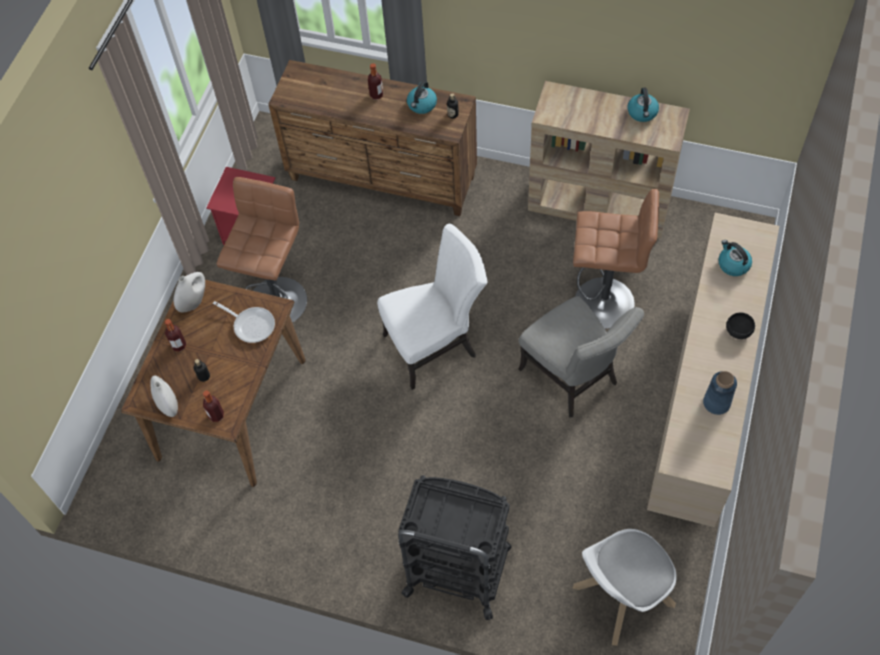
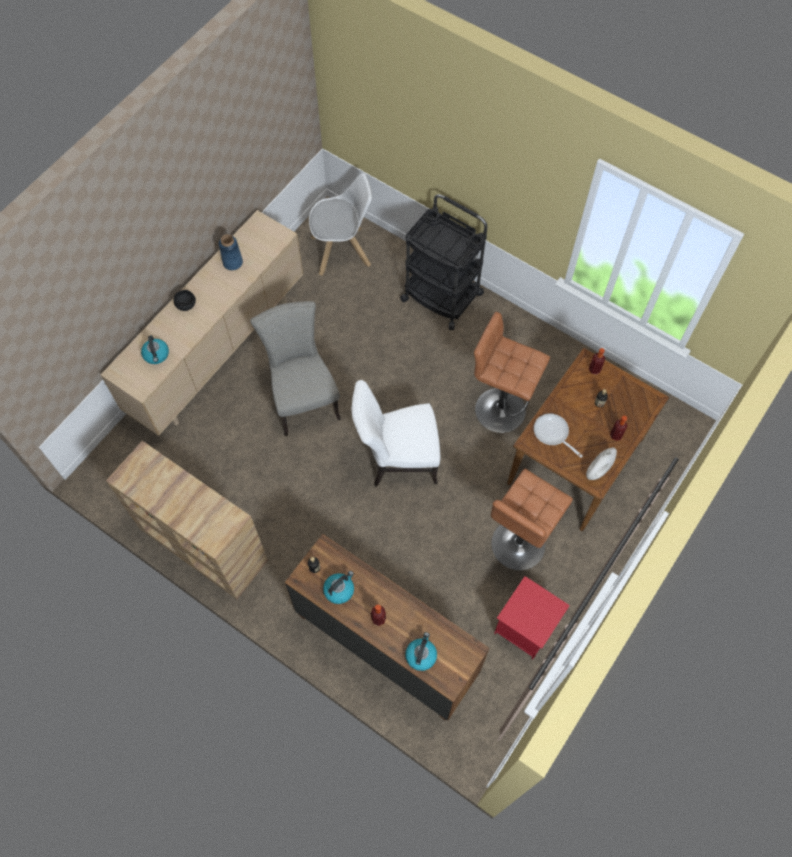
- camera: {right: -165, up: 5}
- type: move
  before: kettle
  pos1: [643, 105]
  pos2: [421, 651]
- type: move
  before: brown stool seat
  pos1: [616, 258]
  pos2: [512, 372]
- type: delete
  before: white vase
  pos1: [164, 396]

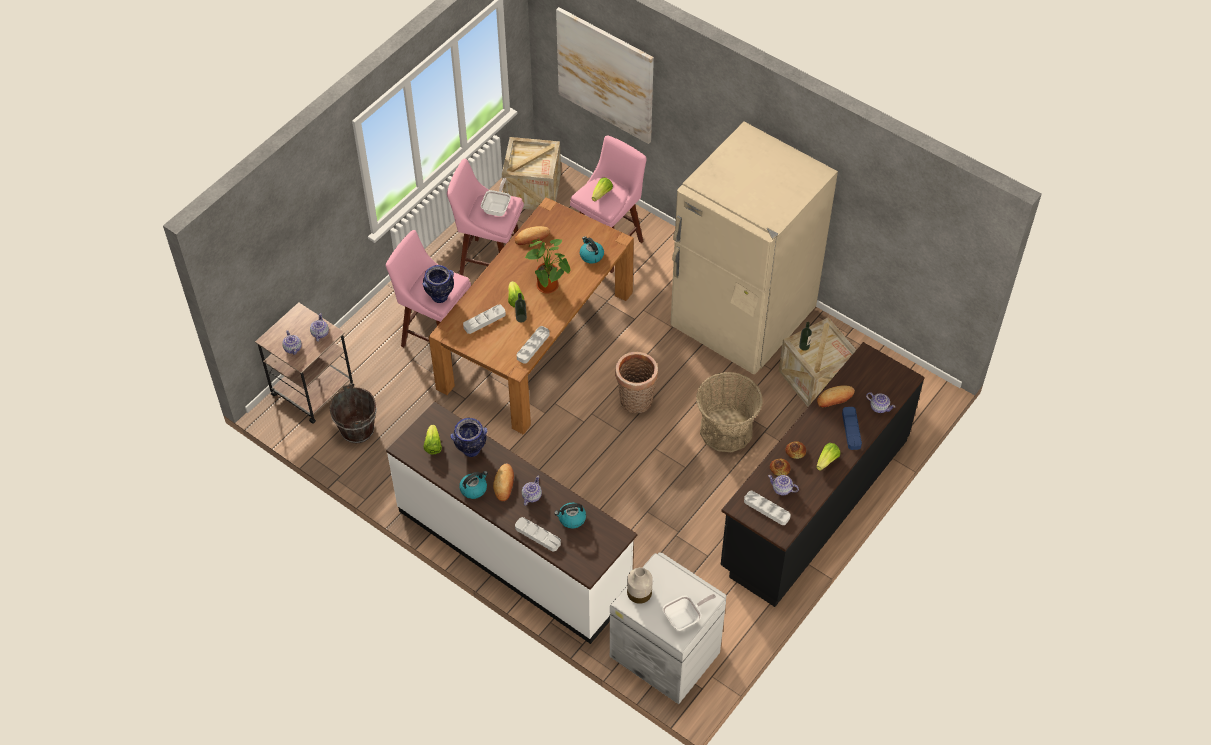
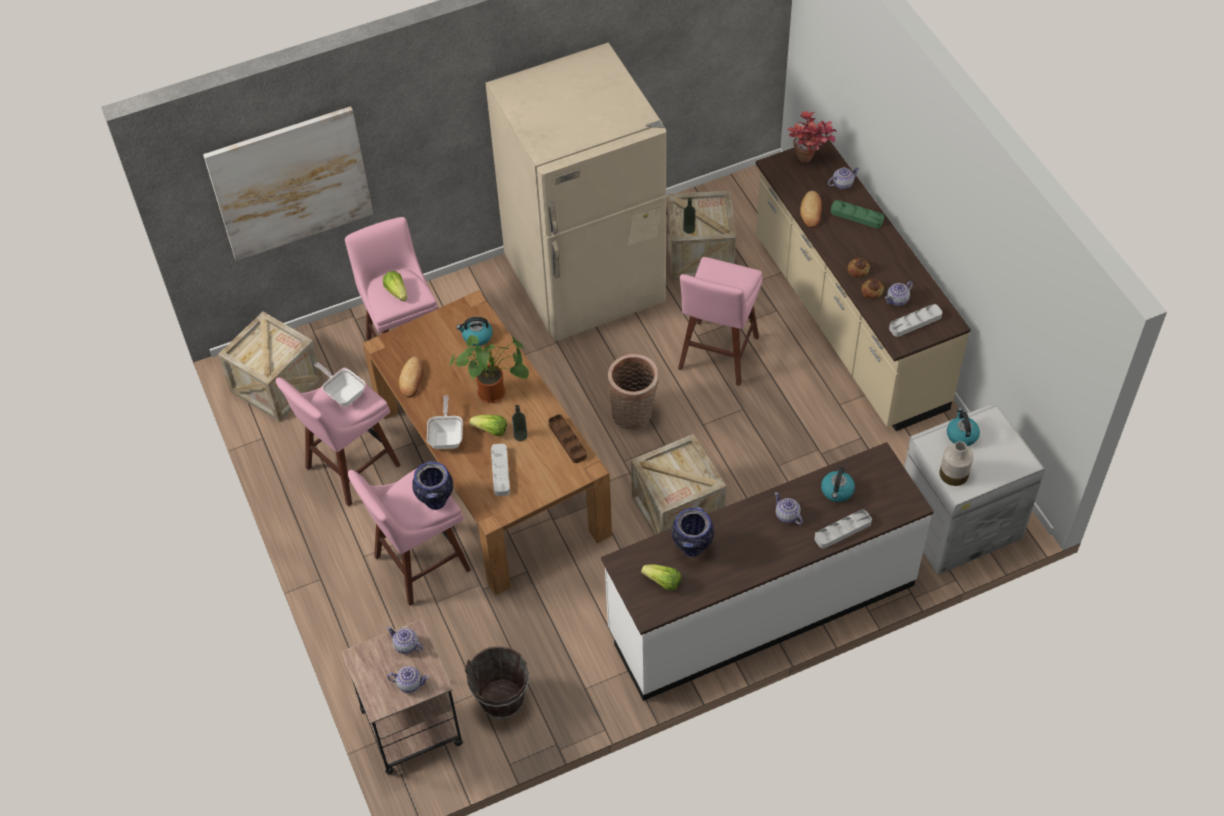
- camera: {right: -60, up: 0}
- type: recolor
  before: greyish carrying tray
  after: brown carrying tray
  pos1: [533, 345]
  pos2: [567, 439]
- type: recolor
  before: black kitchen counter
  after: beige-coloured kitchen counter
  pos1: [823, 474]
  pos2: [863, 284]
- type: replace
  before: basket
  after: pink-coloured stool seat
  pos1: [729, 412]
  pos2: [720, 321]
- type: recolor
  before: bluish carrying tray
  after: green carrying tray
  pos1: [852, 428]
  pos2: [857, 214]
- type: delete
  before: lettuce
  pos1: [828, 457]
- type: delete
  before: bread
  pos1: [503, 482]
- type: move
  before: kettle
  pos1: [473, 485]
  pos2: [963, 427]
- type: move
  before: frying pan
  pos1: [689, 612]
  pos2: [445, 422]
- type: insert
  after: houseplant
  pos2: [812, 137]
- type: insert
  after: shipping crate
  pos2: [678, 484]

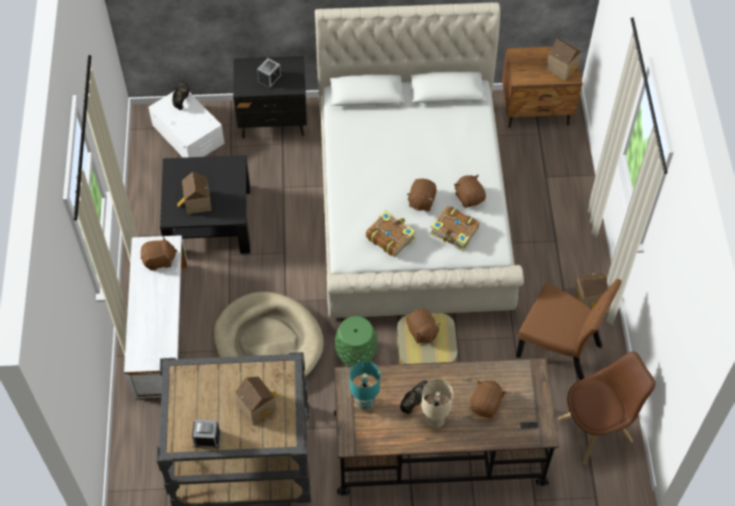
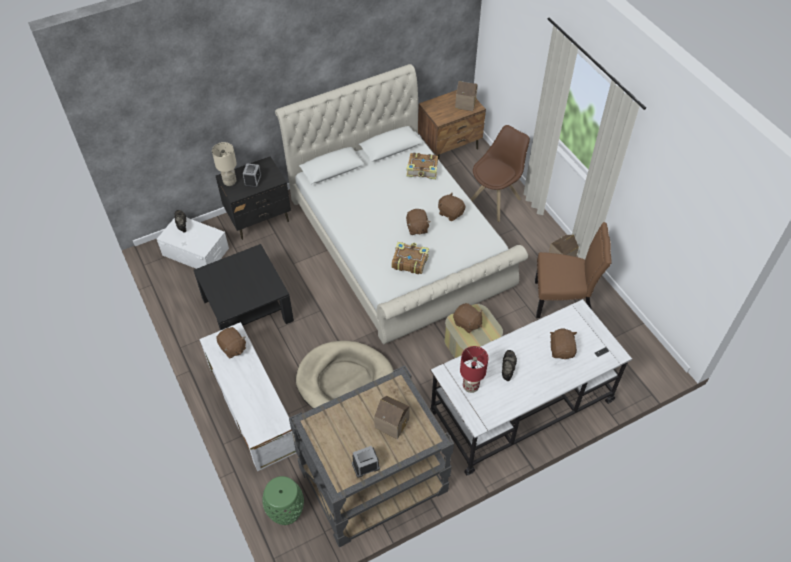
- camera: {right: -25, up: -5}
- type: delete
  before: miniature house
  pos1: [194, 193]
- type: move
  before: volume
  pos1: [454, 228]
  pos2: [422, 165]
- type: rotate
  before: brown cuddly toy
  pos1: [159, 253]
  pos2: [231, 342]
  turn: 90
- type: move
  before: green stool seat
  pos1: [356, 341]
  pos2: [283, 500]
- type: move
  before: brown plain chair
  pos1: [607, 408]
  pos2: [500, 173]
- type: recolor
  before: brown desk table
  after: white desk table
  pos1: [446, 427]
  pos2: [531, 387]
- type: recolor
  before: blue-green lamp for a table
  after: red-coloured lamp for a table
  pos1: [365, 386]
  pos2: [474, 369]
- type: move
  before: beige-coloured lamp for a table
  pos1: [437, 404]
  pos2: [224, 164]

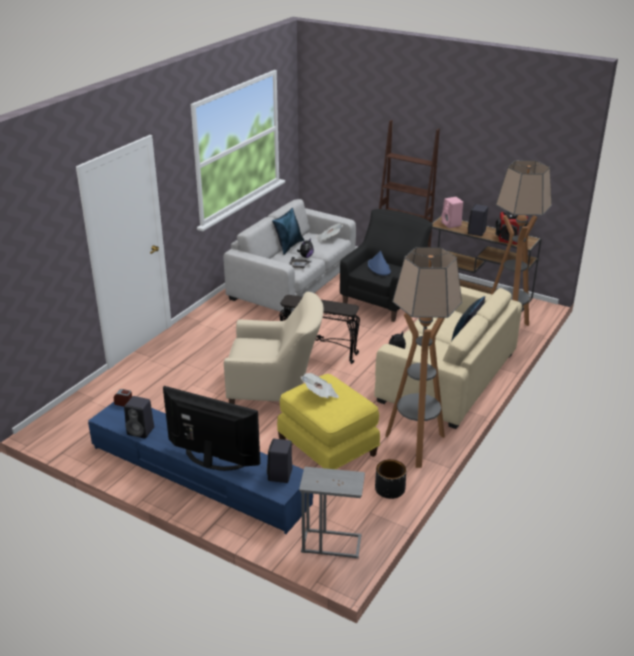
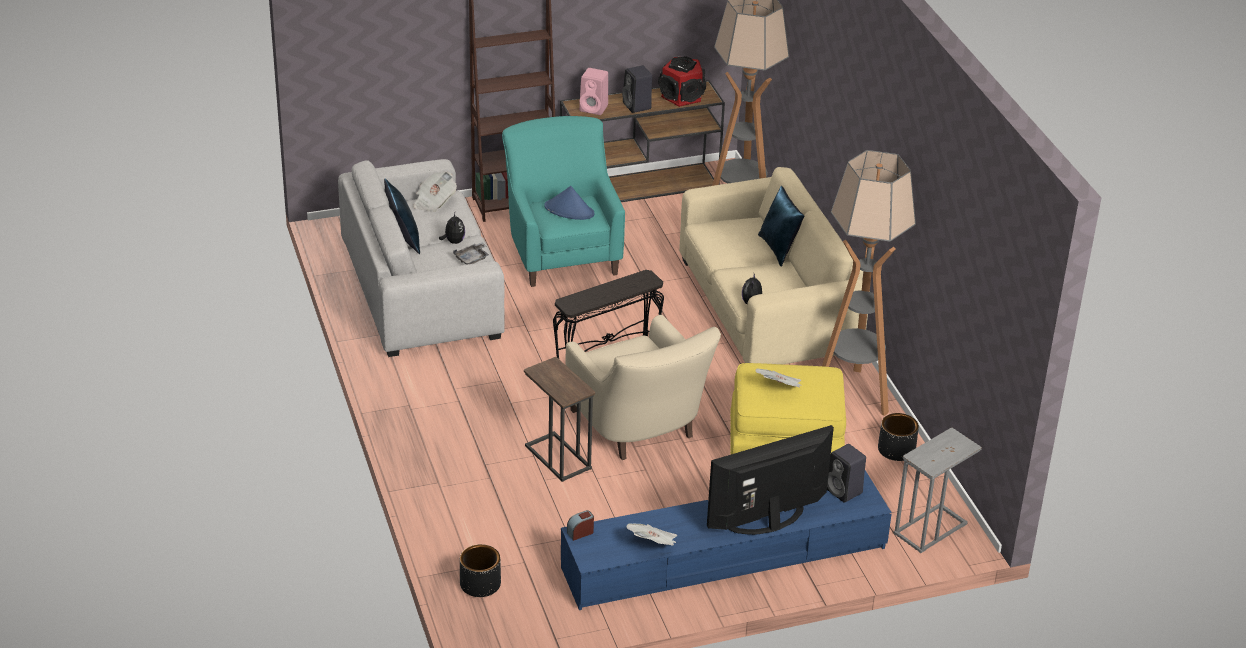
- camera: {right: -50, up: 5}
- type: recolor
  before: black armchair
  after: blue-green armchair
  pos1: [386, 265]
  pos2: [563, 201]
- type: rotate
  before: beige-coloured armchair
  pos1: [274, 348]
  pos2: [643, 387]
  turn: 105
- type: replace
  before: black audio speaker
  after: newspaper
  pos1: [139, 417]
  pos2: [651, 534]
- type: insert
  after: brown end table
  pos2: [559, 419]
- type: insert
  after: black plant pot
  pos2: [480, 570]

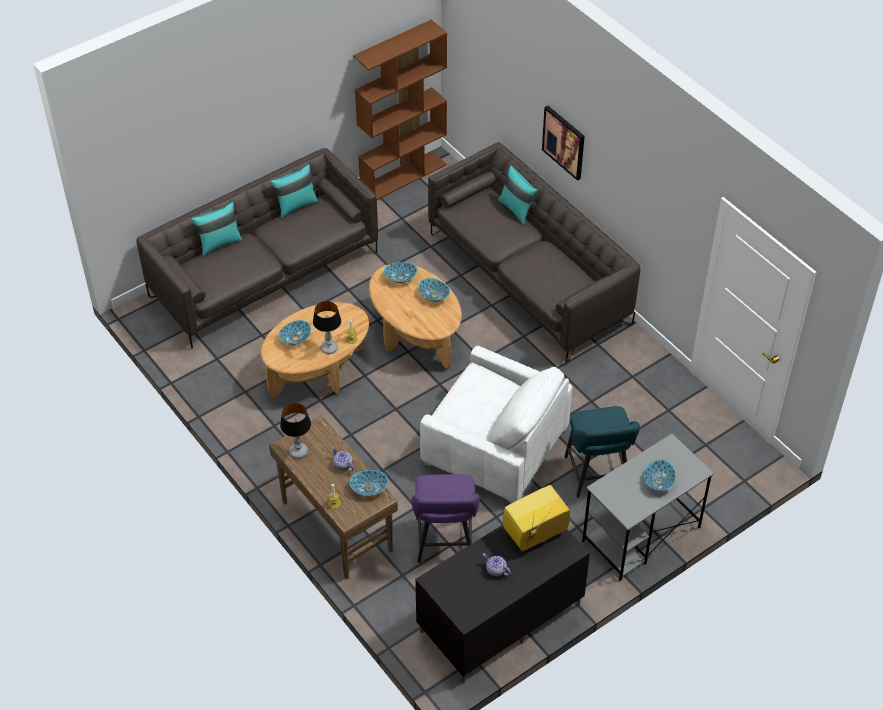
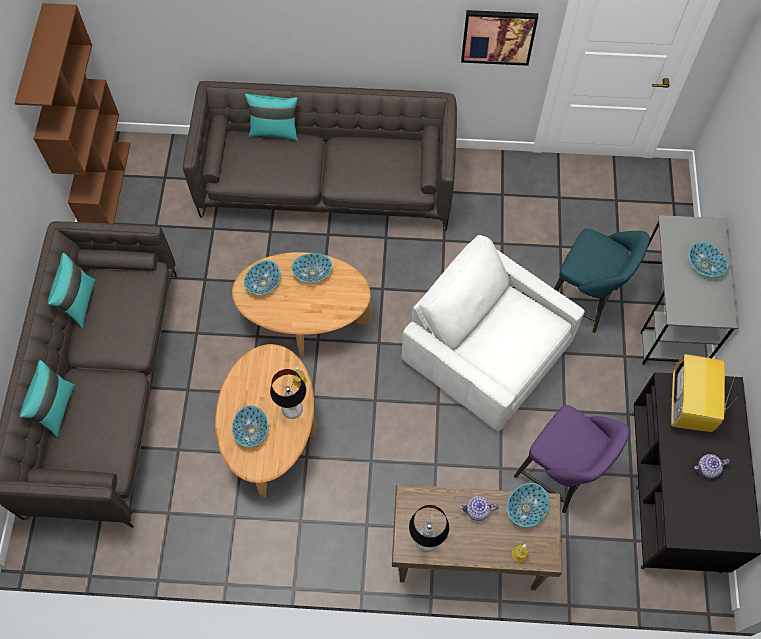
- camera: {right: -50, up: 15}
- type: move
  before: wall art
  pos1: [563, 143]
  pos2: [499, 38]
- type: rotate
  before: white armchair
  pos1: [496, 424]
  pos2: [493, 333]
  turn: -120

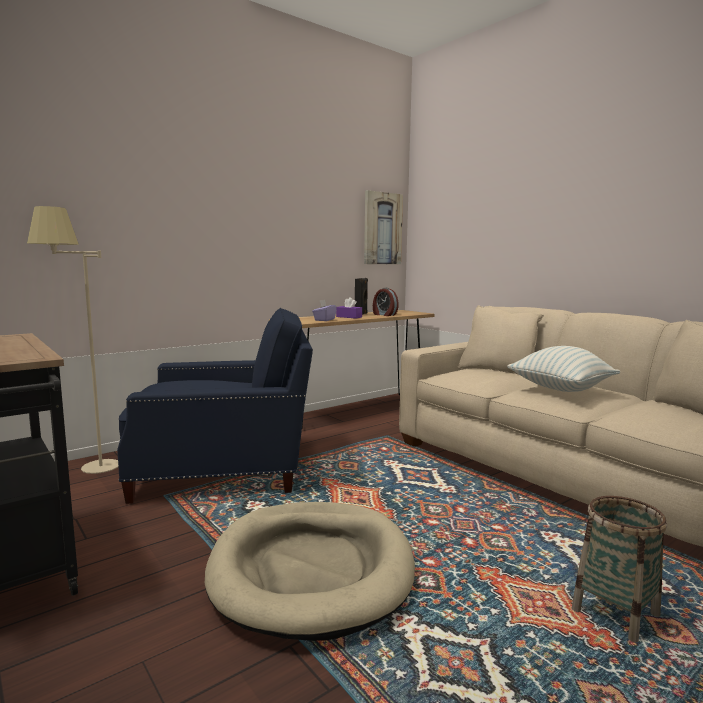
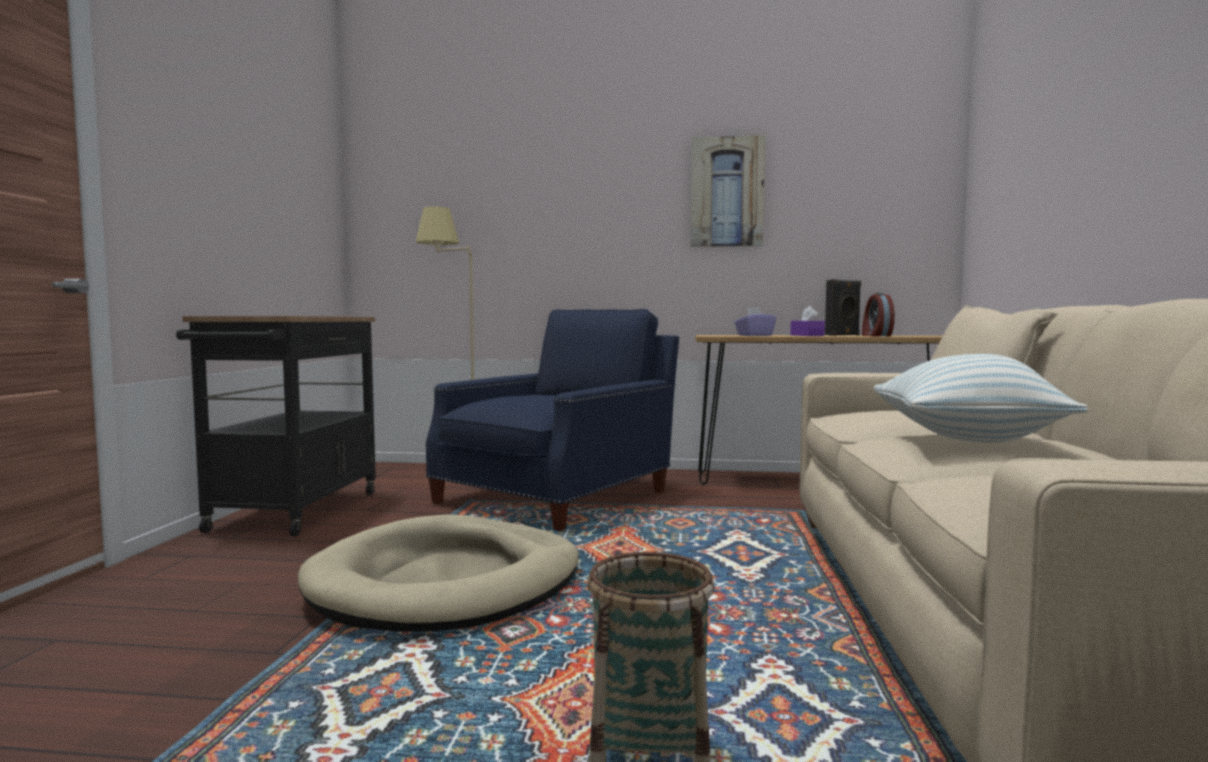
- camera: {right: 45, up: -5}
- type: move
  before: wall art
  pos1: [383, 227]
  pos2: [728, 191]
- type: rotate
  before: bluish armchair
  pos1: [215, 406]
  pos2: [552, 420]
  turn: -90

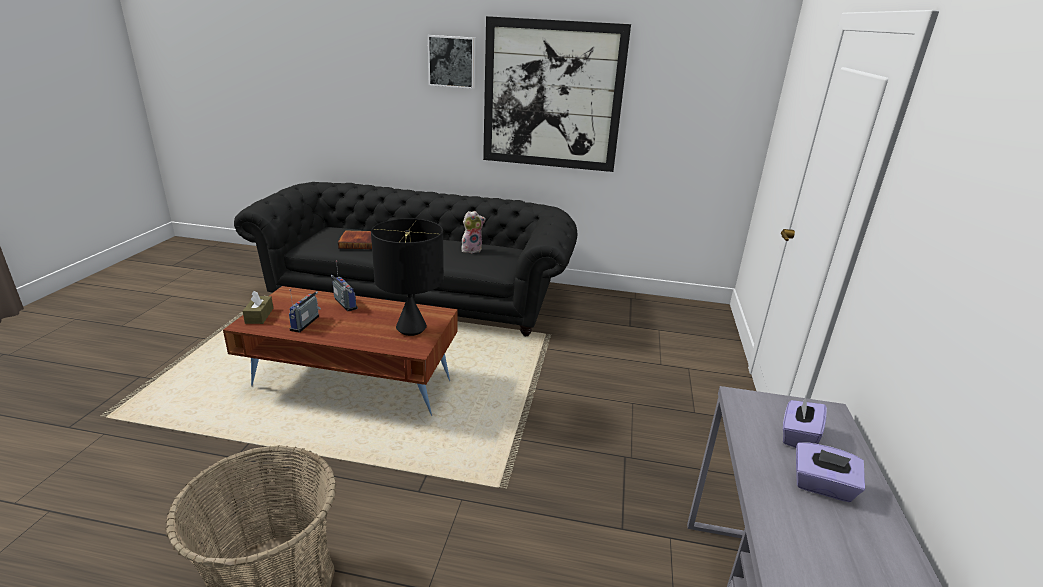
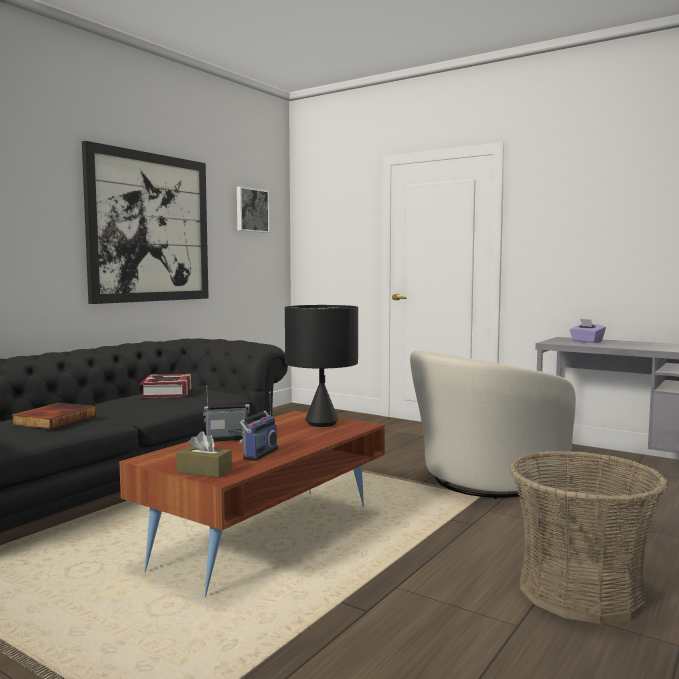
- camera: {right: -65, up: -20}
- type: move
  before: wall art
  pos1: [451, 62]
  pos2: [253, 209]
- type: replace
  before: cuddly toy
  after: volume
  pos1: [474, 232]
  pos2: [165, 386]
- type: rotate
  before: radio receiver
  pos1: [305, 311]
  pos2: [258, 426]
  turn: -105
- type: delete
  before: purplish box of tissues
  pos1: [830, 472]
- type: insert
  after: beige-coloured armchair
  pos2: [493, 425]

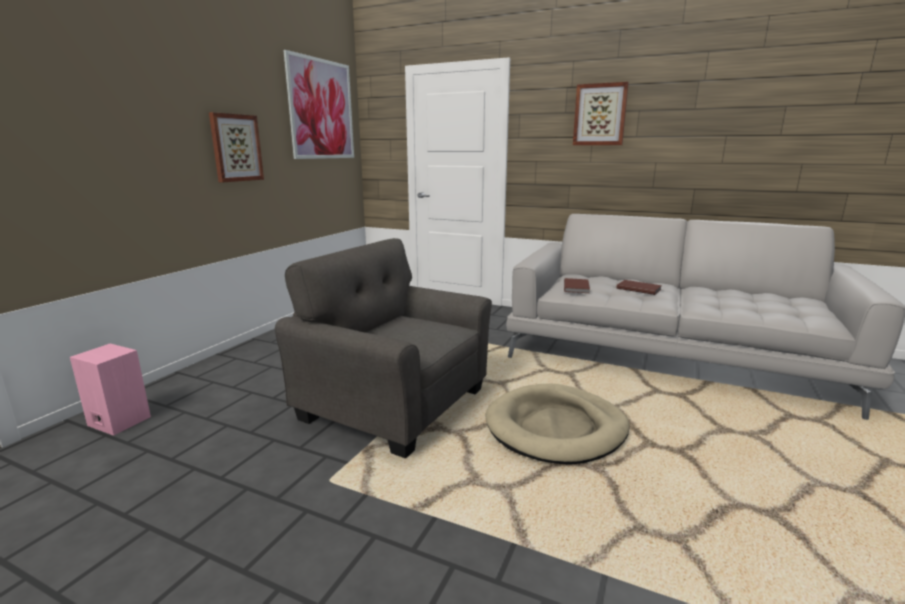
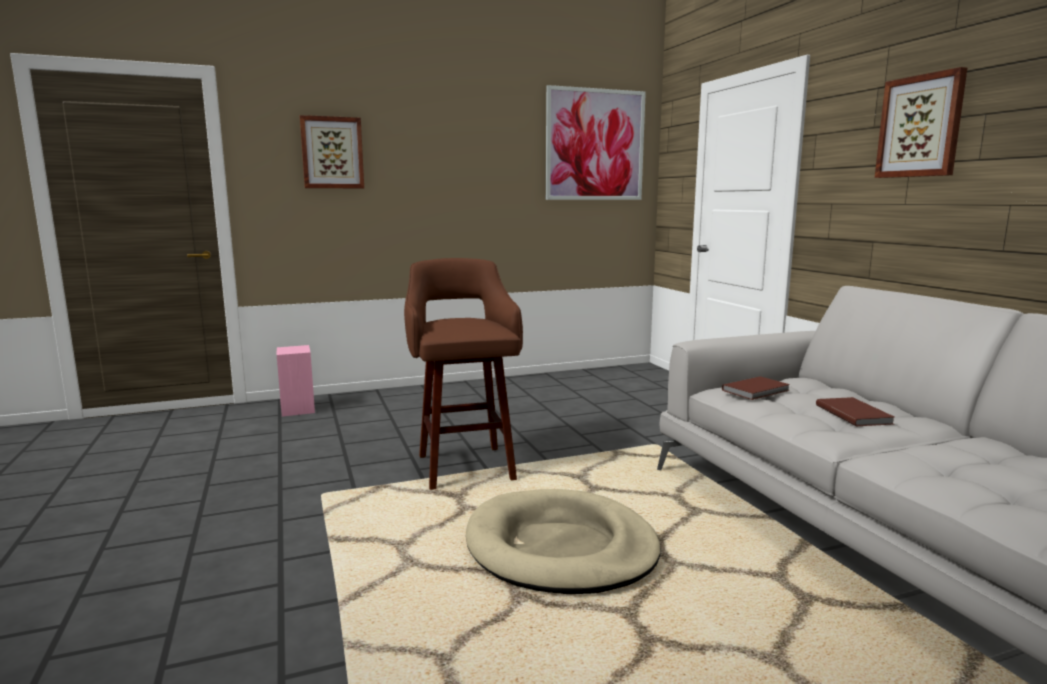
- camera: {right: 45, up: -5}
- type: move
  before: wall art
  pos1: [236, 147]
  pos2: [332, 151]
- type: replace
  before: greyish armchair
  after: brown stool seat
  pos1: [383, 348]
  pos2: [463, 374]

